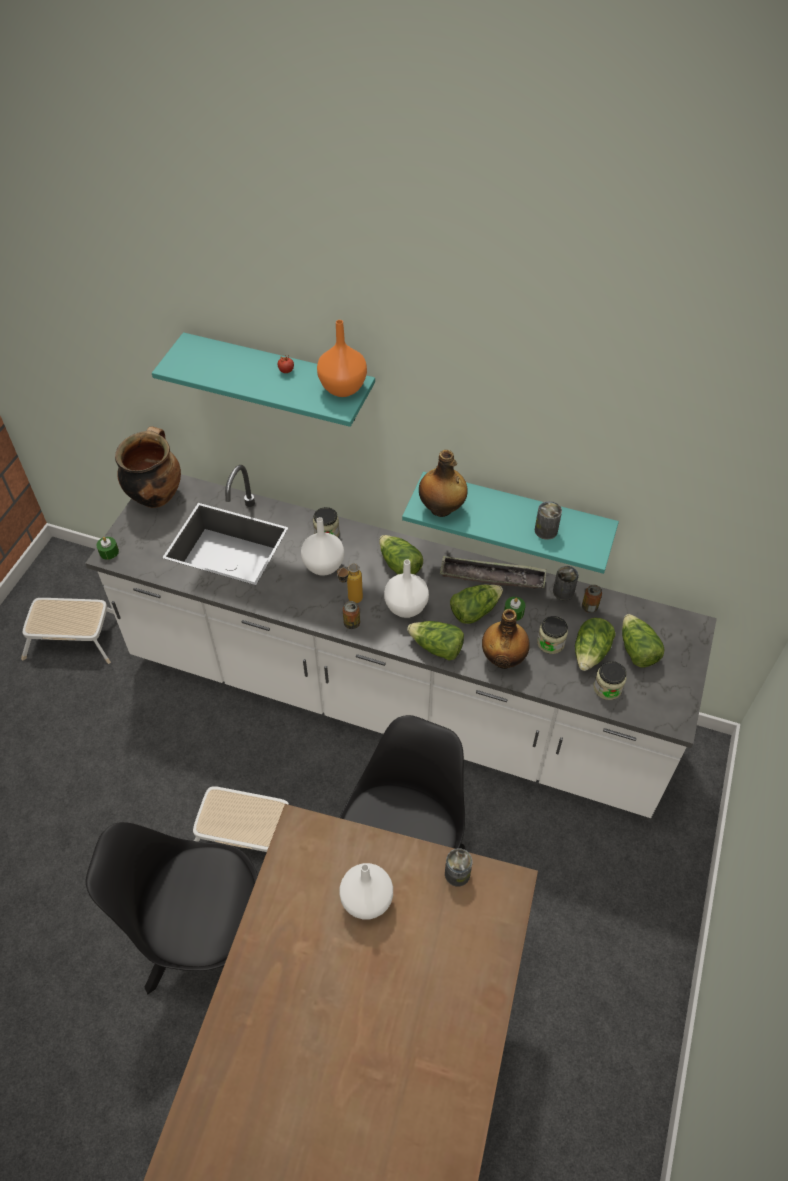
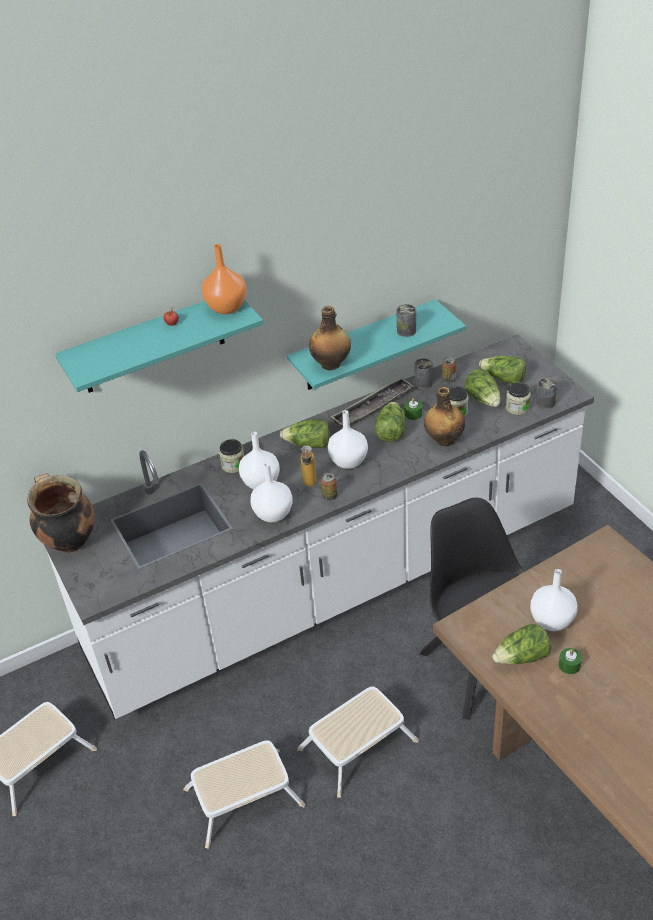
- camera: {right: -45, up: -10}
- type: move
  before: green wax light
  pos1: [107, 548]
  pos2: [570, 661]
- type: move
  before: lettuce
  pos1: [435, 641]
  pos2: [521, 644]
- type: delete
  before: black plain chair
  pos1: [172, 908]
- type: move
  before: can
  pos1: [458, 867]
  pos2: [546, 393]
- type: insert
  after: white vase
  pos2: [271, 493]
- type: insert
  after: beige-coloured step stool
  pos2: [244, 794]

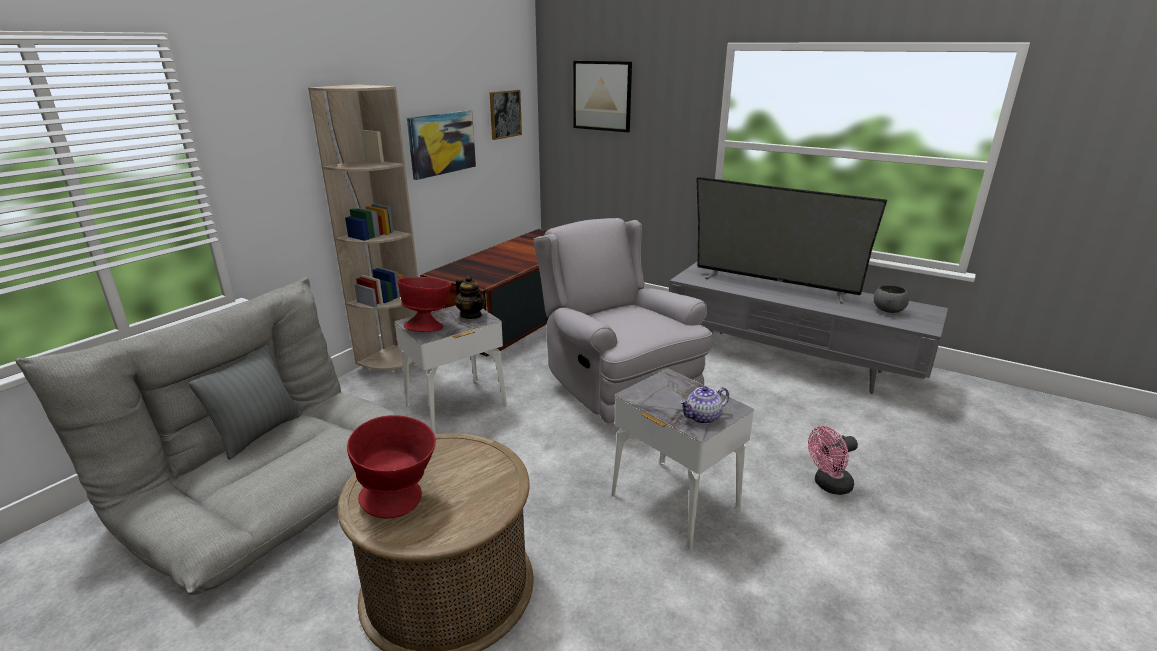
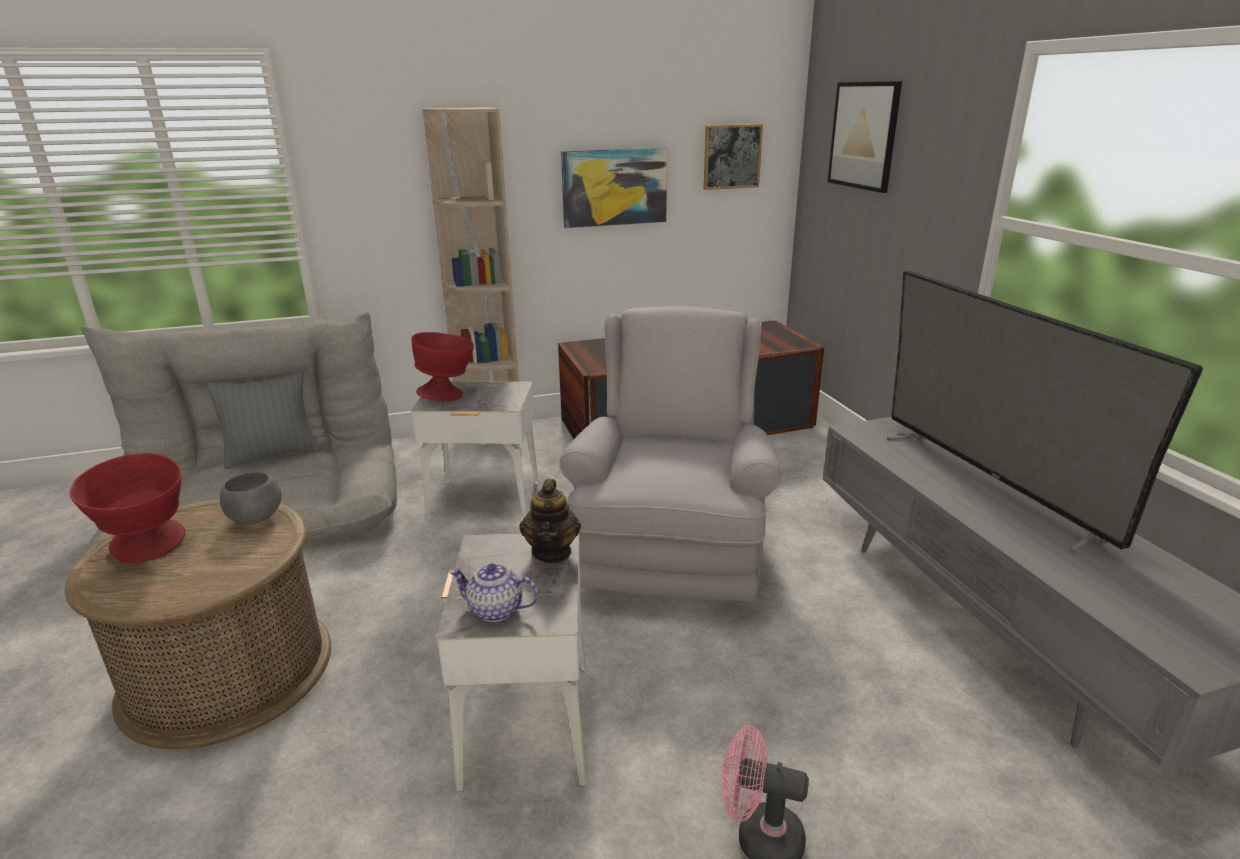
- camera: {right: 40, up: 0}
- type: move
  before: tea pot
  pos1: [470, 297]
  pos2: [550, 521]
- type: move
  before: greyish deep dish
  pos1: [891, 299]
  pos2: [251, 497]

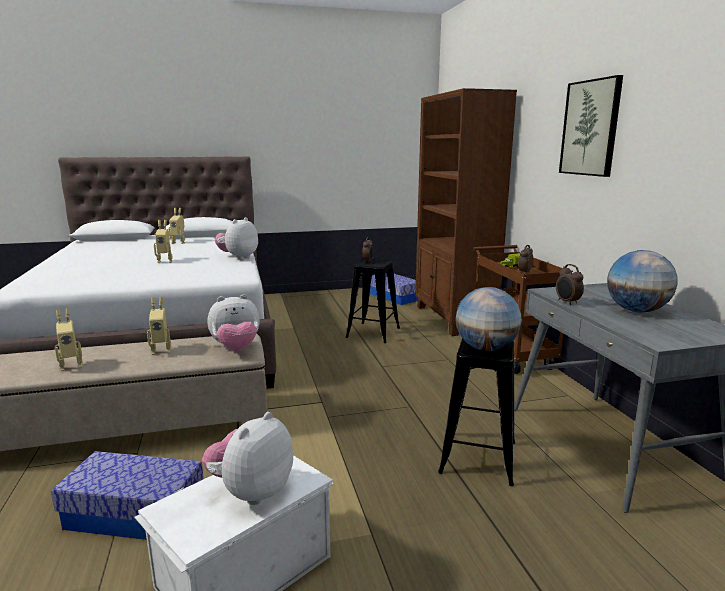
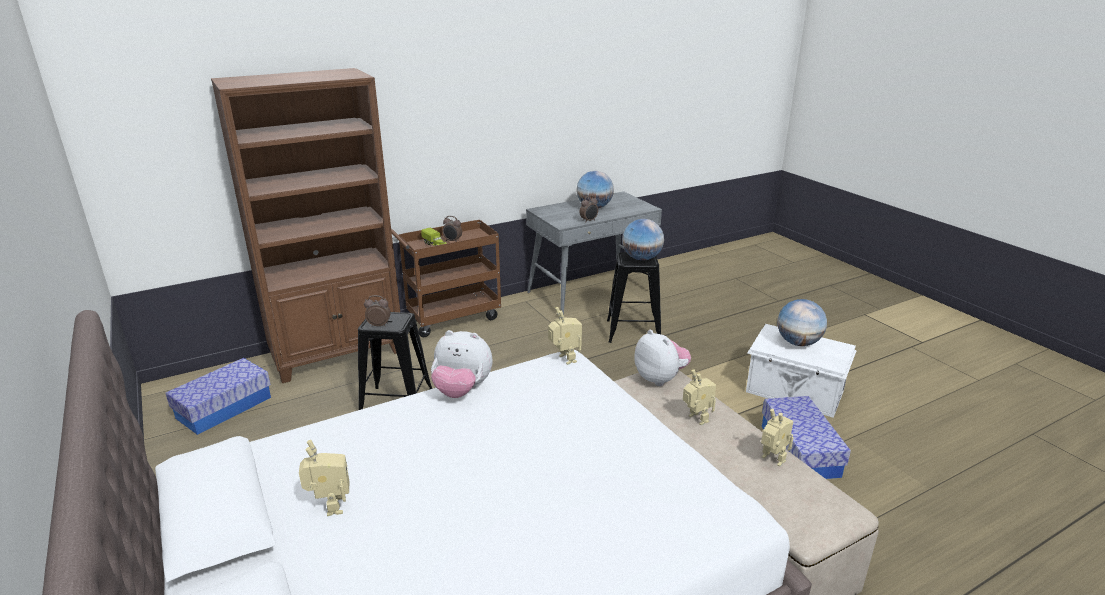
- camera: {right: -105, up: 10}
- type: delete
  before: wall art
  pos1: [591, 126]
- type: move
  before: robot figure
  pos1: [163, 241]
  pos2: [565, 336]
- type: replace
  before: cuddly toy
  after: globe
  pos1: [247, 458]
  pos2: [802, 322]

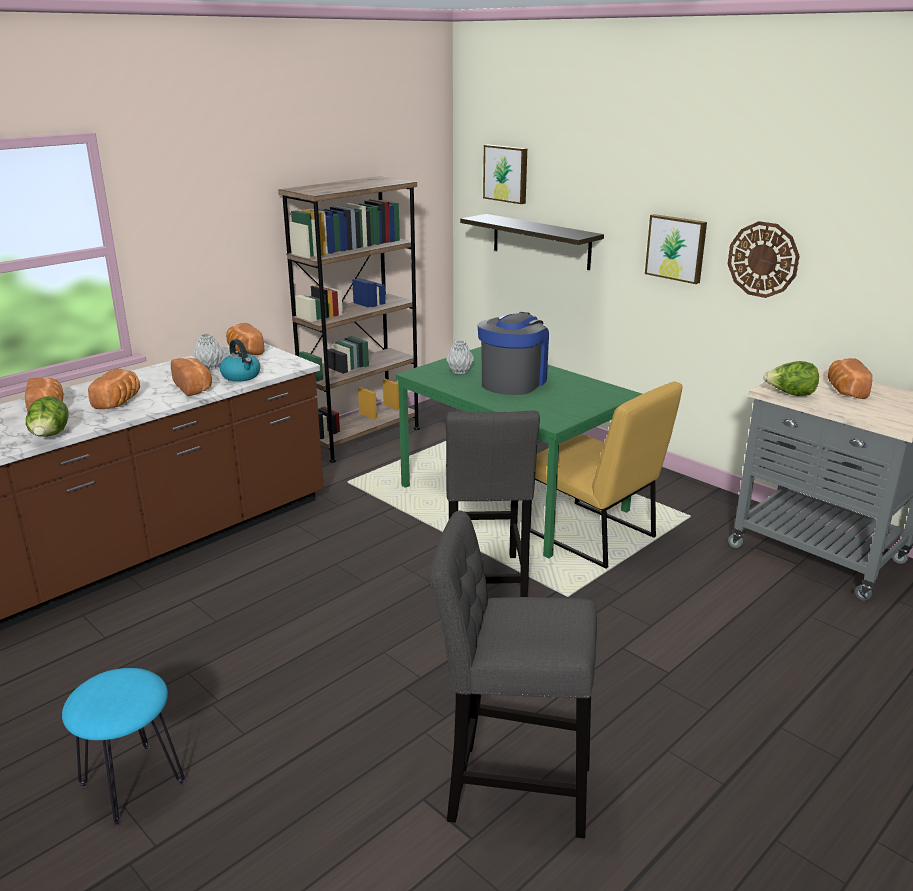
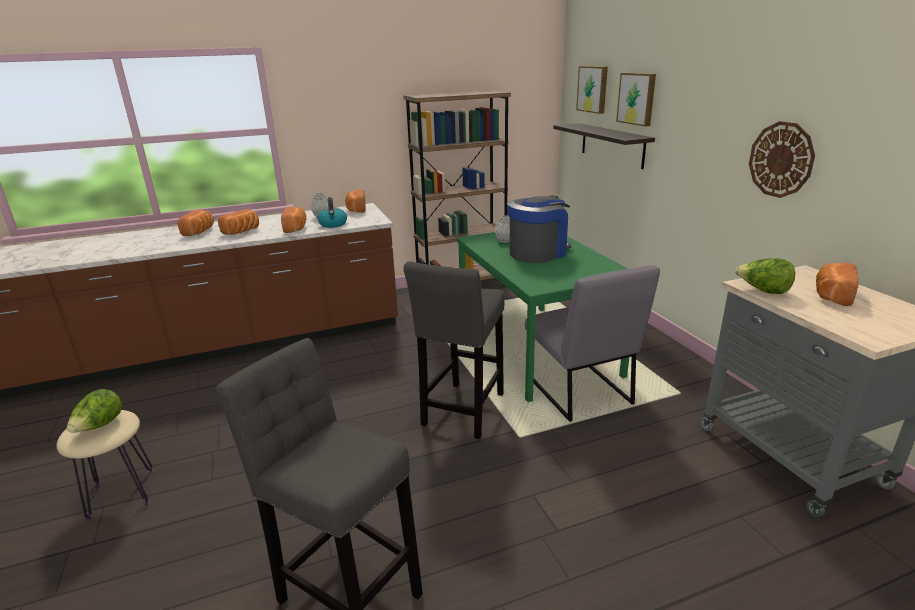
- camera: {right: 25, up: 0}
- type: move
  before: wall art
  pos1: [676, 249]
  pos2: [636, 100]
- type: recolor
  before: yellow plain chair
  after: greyish plain chair
  pos1: [606, 475]
  pos2: [592, 343]
- type: move
  before: lettuce
  pos1: [47, 416]
  pos2: [94, 411]
- type: recolor
  before: blue-green stool seat
  after: beige-coloured stool seat
  pos1: [123, 747]
  pos2: [105, 465]

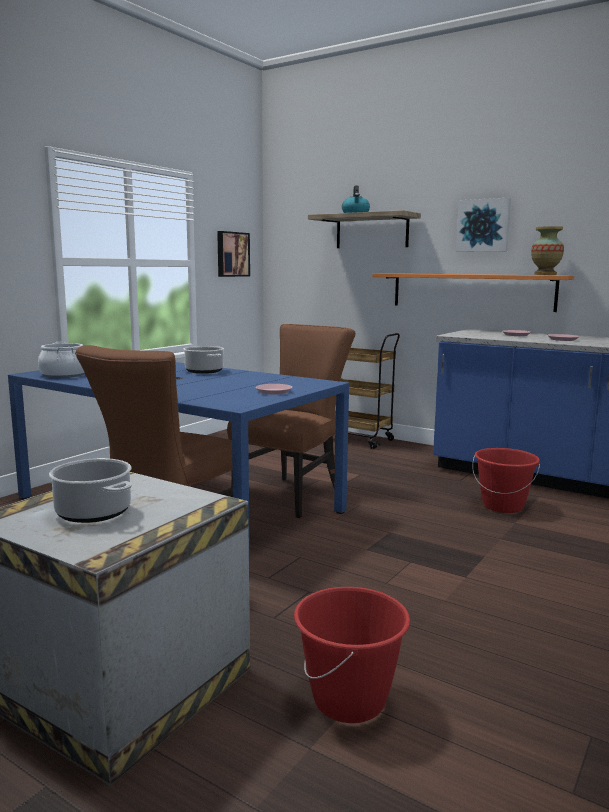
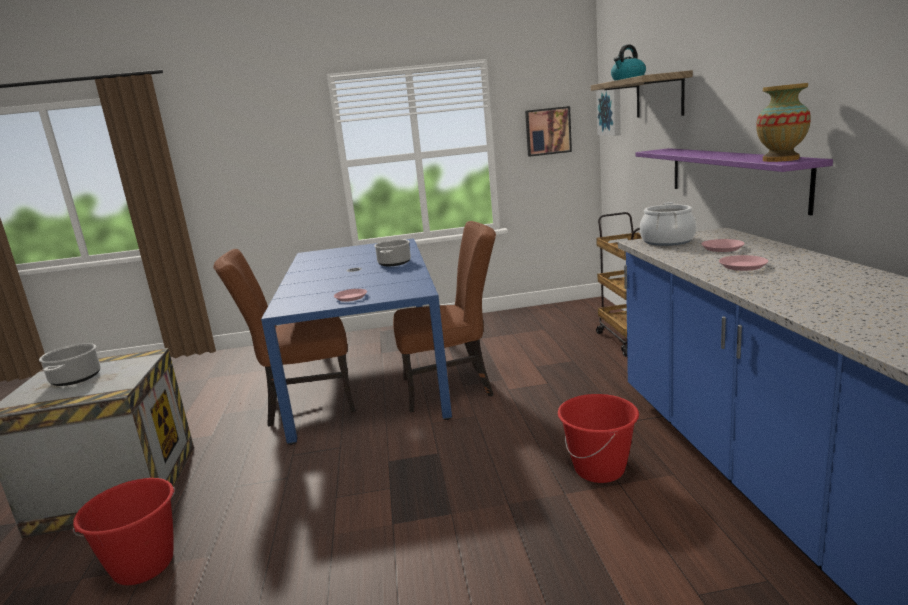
- camera: {right: 50, up: 5}
- type: move
  before: wall art
  pos1: [483, 225]
  pos2: [608, 112]
- type: recolor
  before: orange shelf
  after: purplish shelf
  pos1: [473, 292]
  pos2: [734, 181]
- type: move
  before: saucepot
  pos1: [61, 360]
  pos2: [668, 224]

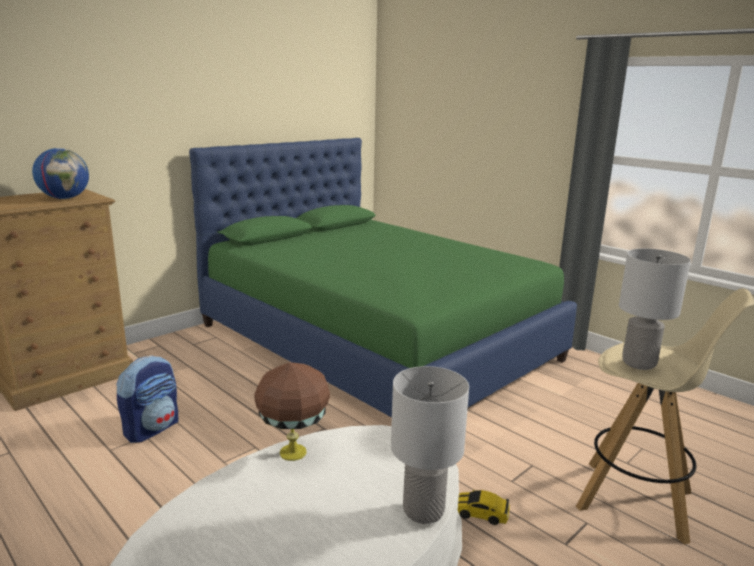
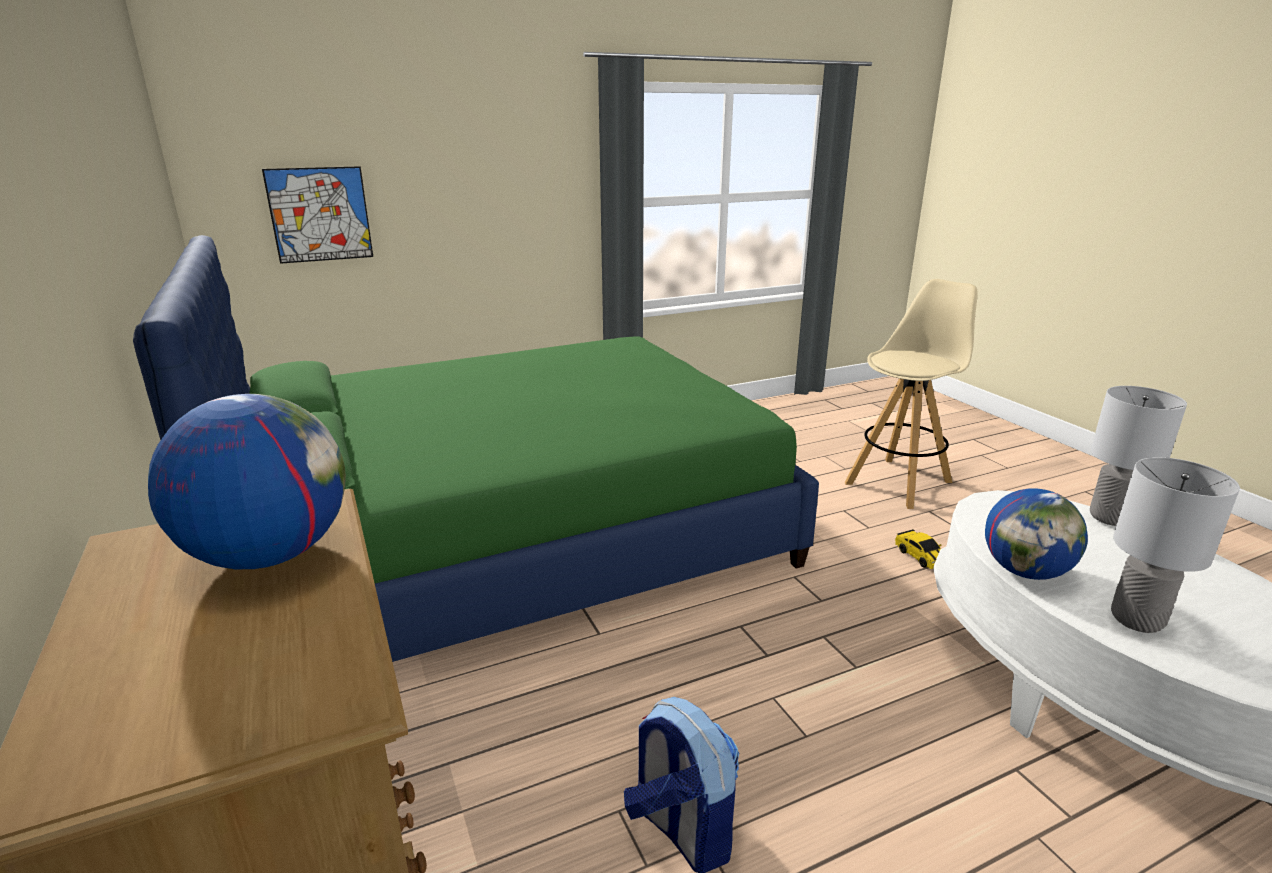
- camera: {right: -70, up: 5}
- type: move
  before: greyish lamp for a table
  pos1: [655, 309]
  pos2: [1175, 545]
- type: replace
  before: brown lamp for a table
  after: globe
  pos1: [292, 411]
  pos2: [1036, 534]
- type: rotate
  before: toy car
  pos1: [484, 507]
  pos2: [918, 549]
  turn: -60
- type: insert
  after: wall art
  pos2: [317, 215]

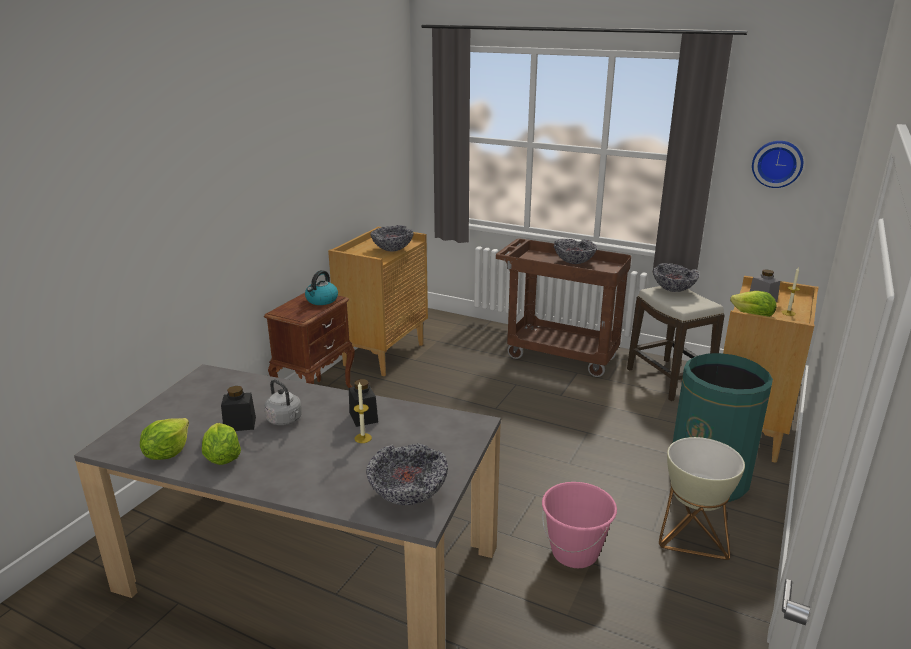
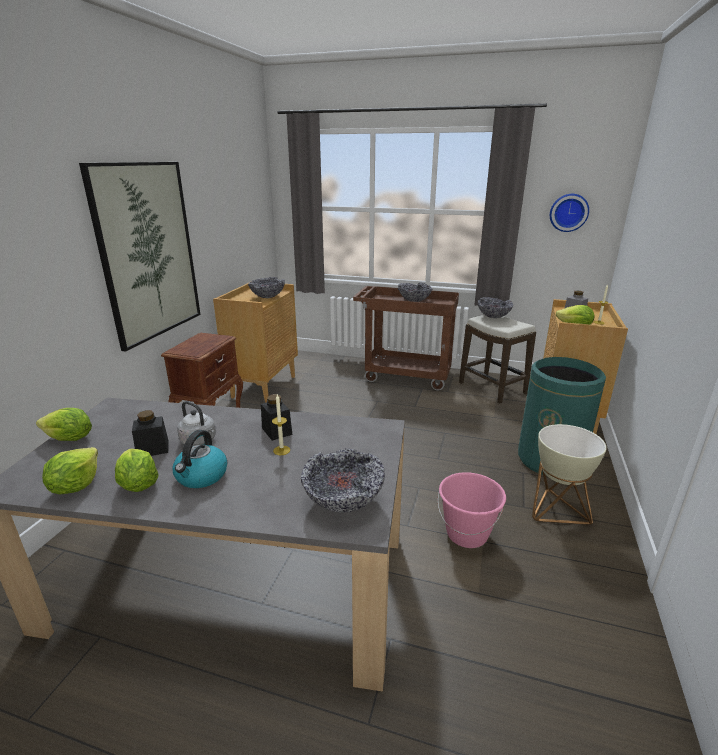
- camera: {right: -10, up: 0}
- type: move
  before: kettle
  pos1: [321, 287]
  pos2: [199, 459]
- type: insert
  after: wall art
  pos2: [140, 257]
- type: insert
  after: lettuce
  pos2: [64, 424]

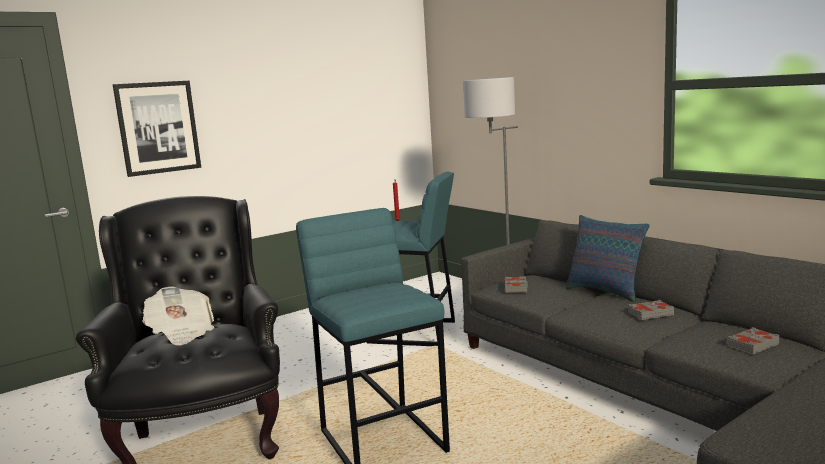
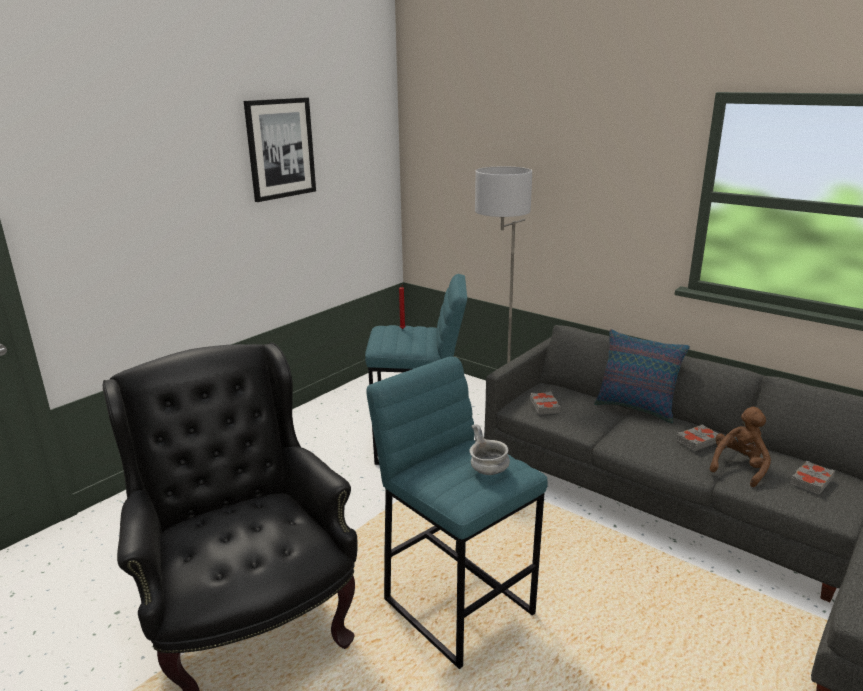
- camera: {right: -15, up: 10}
- type: move
  before: wall art
  pos1: [157, 129]
  pos2: [280, 150]
- type: delete
  before: newspaper
  pos1: [178, 316]
- type: insert
  after: brown cuddly toy
  pos2: [740, 447]
- type: insert
  after: greyish deep dish
  pos2: [489, 449]

